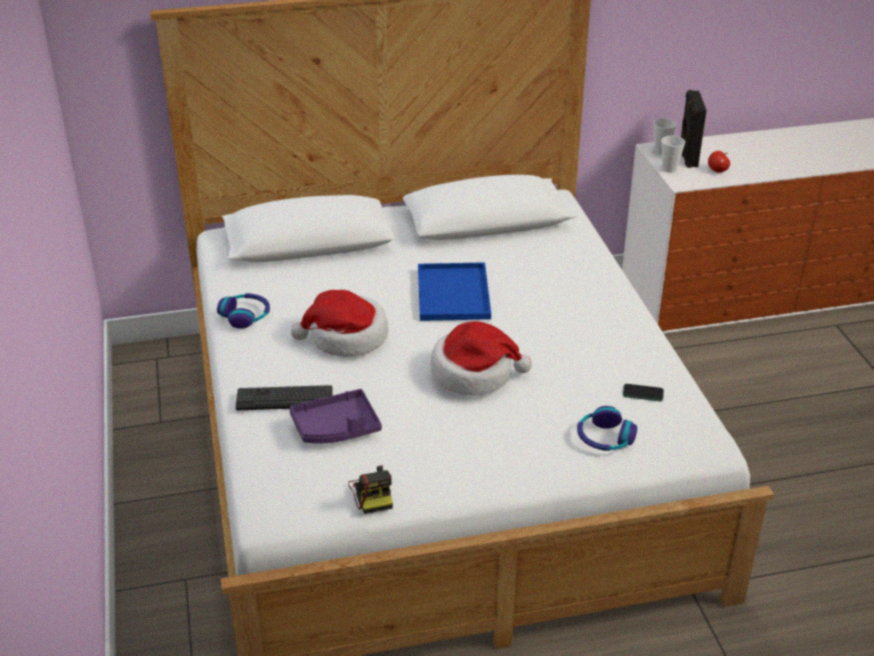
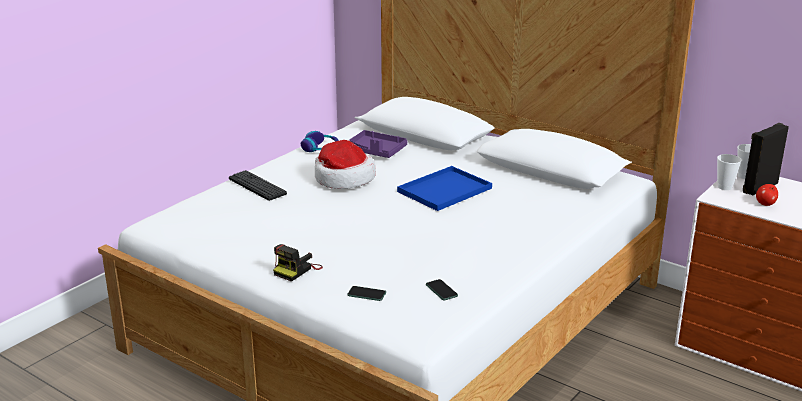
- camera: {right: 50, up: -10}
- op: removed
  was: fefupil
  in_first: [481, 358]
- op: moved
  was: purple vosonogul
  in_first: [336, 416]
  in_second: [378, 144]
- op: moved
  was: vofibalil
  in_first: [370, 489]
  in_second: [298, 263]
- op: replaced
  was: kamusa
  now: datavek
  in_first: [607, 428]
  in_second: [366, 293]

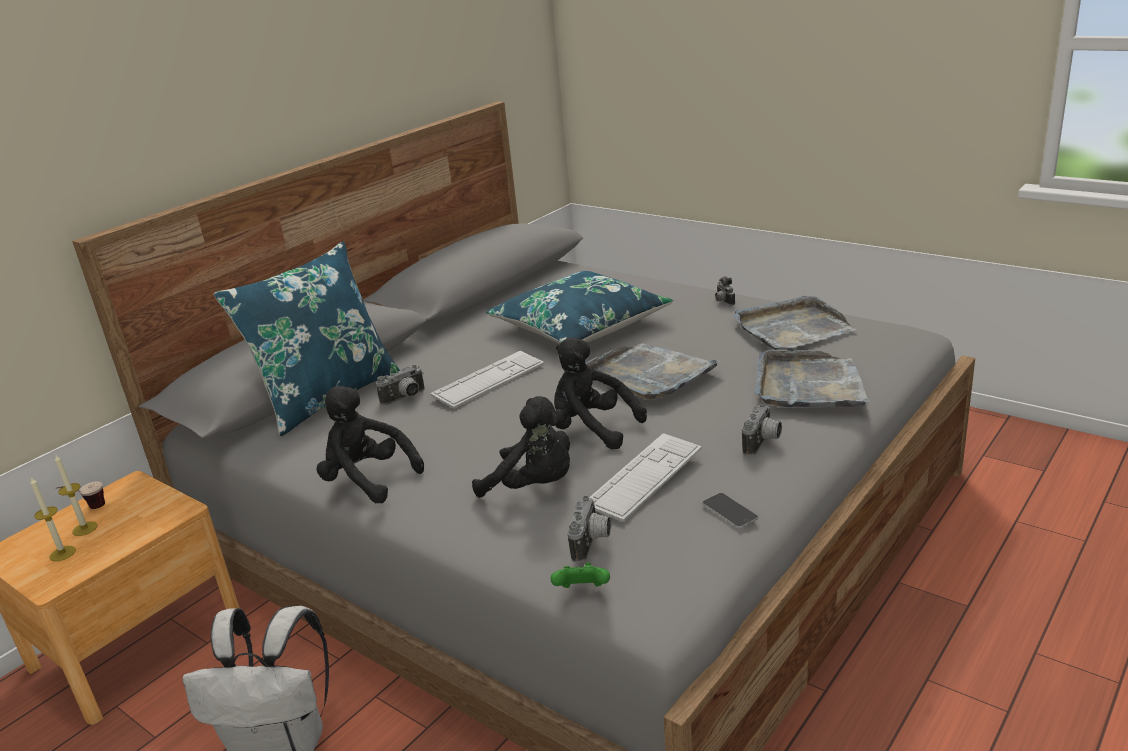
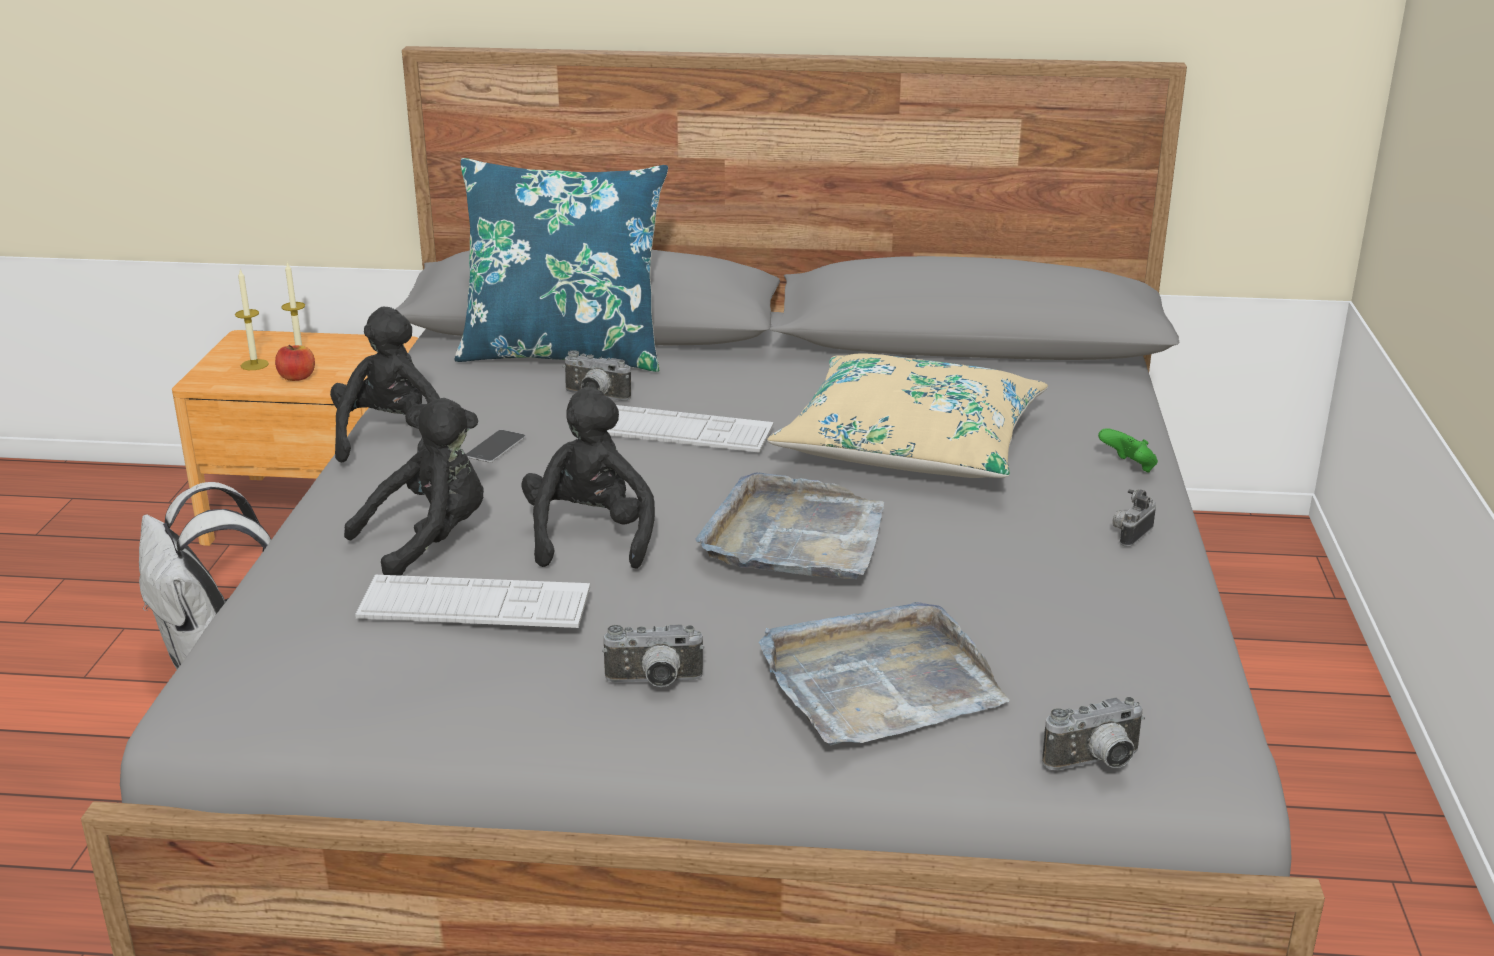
- camera: {right: 55, up: 0}
- op: removed
  was: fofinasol
  in_first: [80, 495]
- op: removed
  was: grey vosonogul
  in_first: [794, 323]
- op: added
  now: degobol
  in_second: [295, 363]
- op: moved
  was: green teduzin
  in_first: [580, 575]
  in_second: [1128, 450]
- op: moved
  was: vofibalil
  in_first: [589, 529]
  in_second: [1093, 733]
- op: moved
  was: datavek
  in_first: [730, 510]
  in_second: [496, 446]
- op: recoloured
  was: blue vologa
  now: beige vologa
  in_first: [580, 307]
  in_second: [907, 415]
- op: turned
  was: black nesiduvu
  in_first: [521, 447]
  in_second: [414, 487]
  clockwise: -120

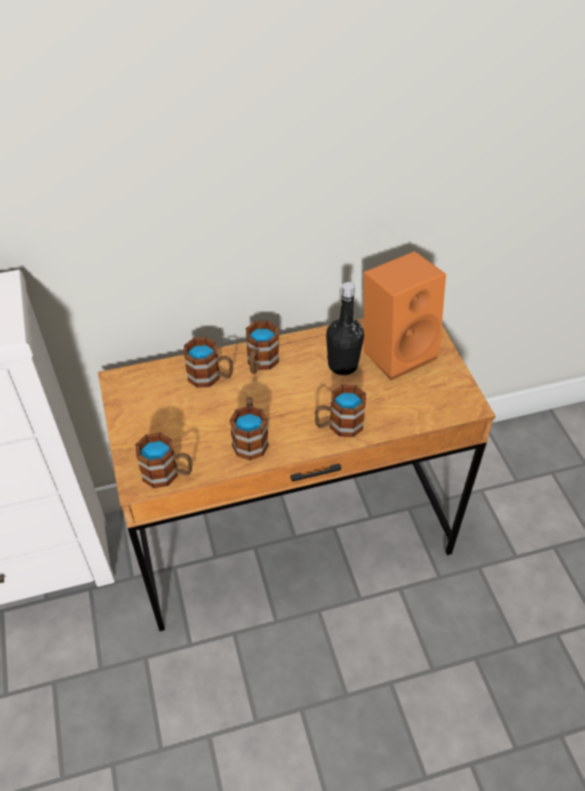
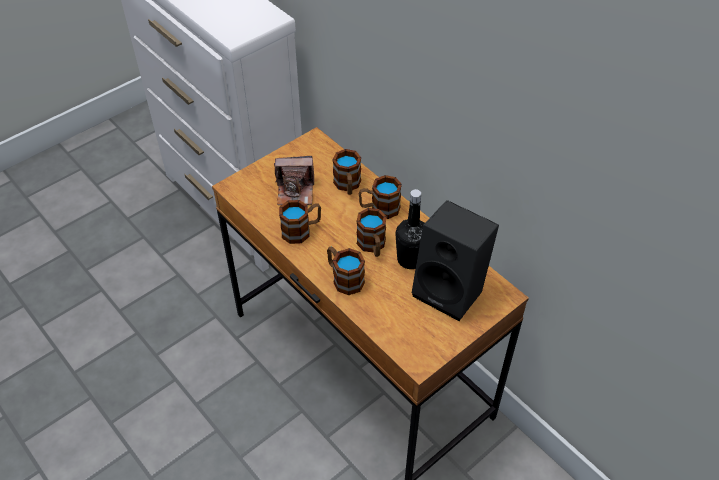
- camera: {right: 65, up: 0}
- op: added
  now: vofibalil
  in_second: [294, 180]
- op: moved
  was: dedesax
  in_first: [163, 460]
  in_second: [371, 232]
- op: recoloured
  was: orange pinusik
  now: black pinusik
  in_first: [405, 316]
  in_second: [455, 260]

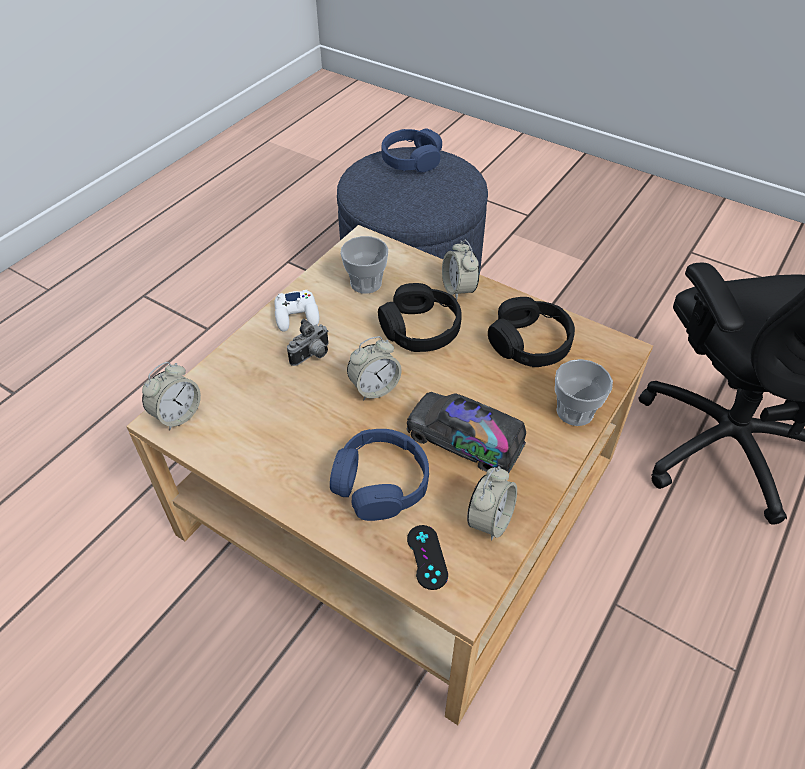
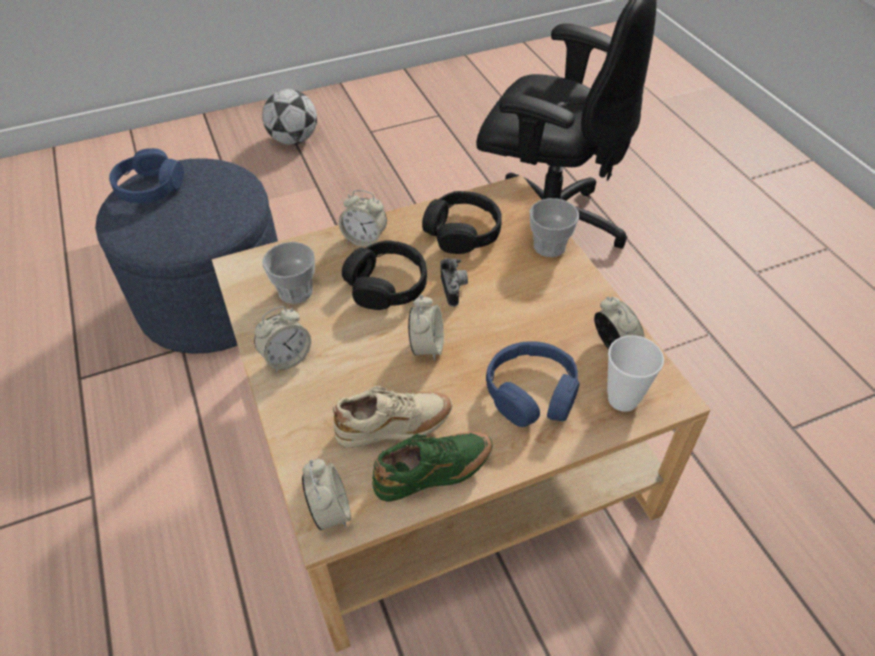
- camera: {right: -55, up: 0}
- op: removed
  was: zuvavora
  in_first: [466, 432]
- op: added
  now: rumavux
  in_second: [289, 117]
- op: added
  now: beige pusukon
  in_second: [392, 417]
- op: added
  now: green pusukon
  in_second: [432, 467]
- op: moved
  was: vofibalil
  in_first: [308, 342]
  in_second: [454, 282]
- op: replaced
  was: white teduzin
  now: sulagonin
  in_first: [296, 311]
  in_second: [282, 339]
- op: replaced
  was: black teduzin
  now: fofinasol
  in_first: [427, 557]
  in_second: [635, 373]

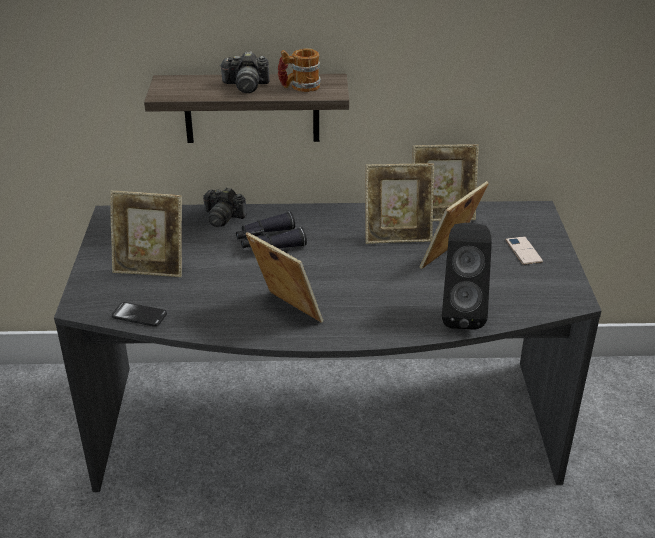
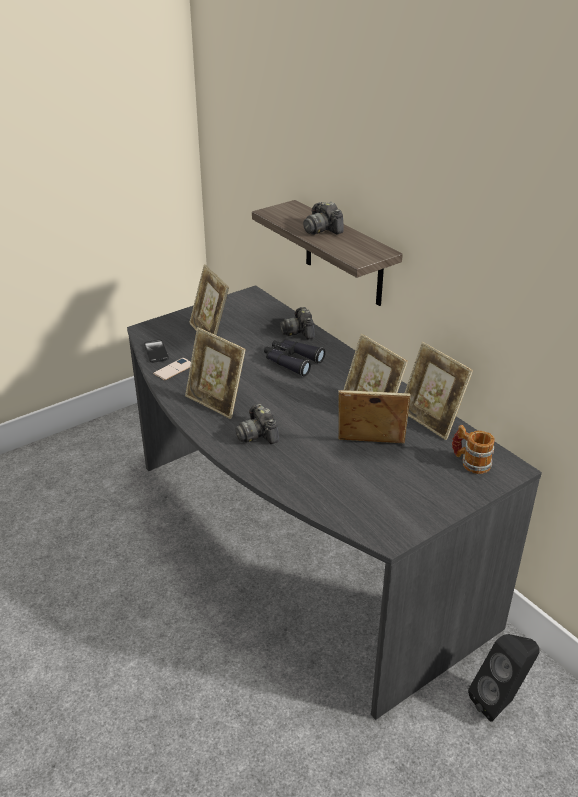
- camera: {right: 55, up: 0}
- op: added
  now: vofibalil
  in_second: [257, 423]
- op: moved
  was: dedesax
  in_first: [299, 70]
  in_second: [473, 449]
- op: moved
  was: black pinusik
  in_first: [467, 276]
  in_second: [504, 678]
- op: moved
  was: datavek
  in_first: [524, 250]
  in_second: [172, 369]
- op: turned
  was: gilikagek
  in_first: [284, 277]
  in_second: [215, 373]
  clockwise: 120

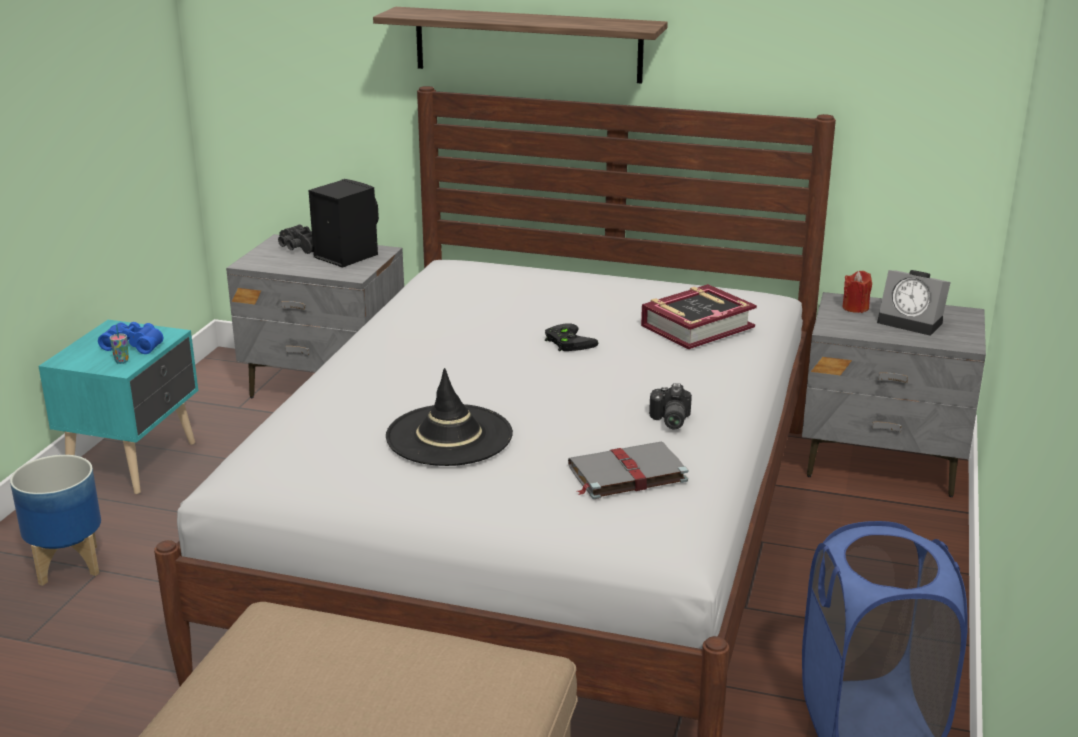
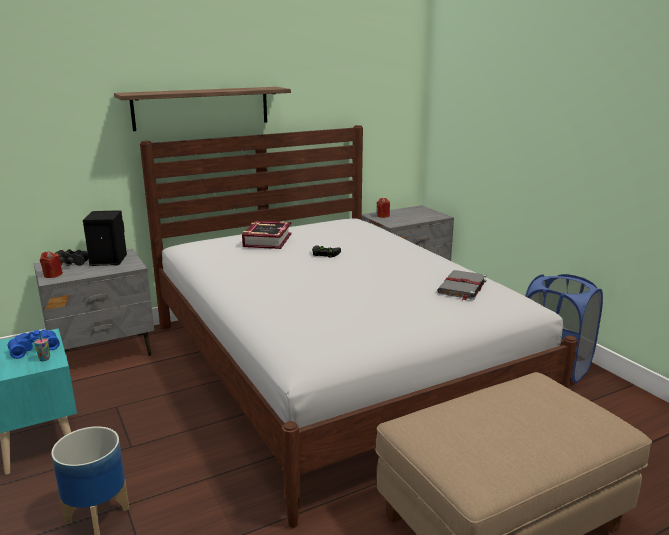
- camera: {right: -45, up: -5}
- op: removed
  was: black fefupil
  in_first: [449, 417]
- op: removed
  was: vofibalil
  in_first: [670, 406]
- op: removed
  was: sulagonin
  in_first: [914, 303]
- op: added
  now: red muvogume
  in_second: [51, 264]
- op: moved
  was: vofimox
  in_first: [699, 316]
  in_second: [266, 235]

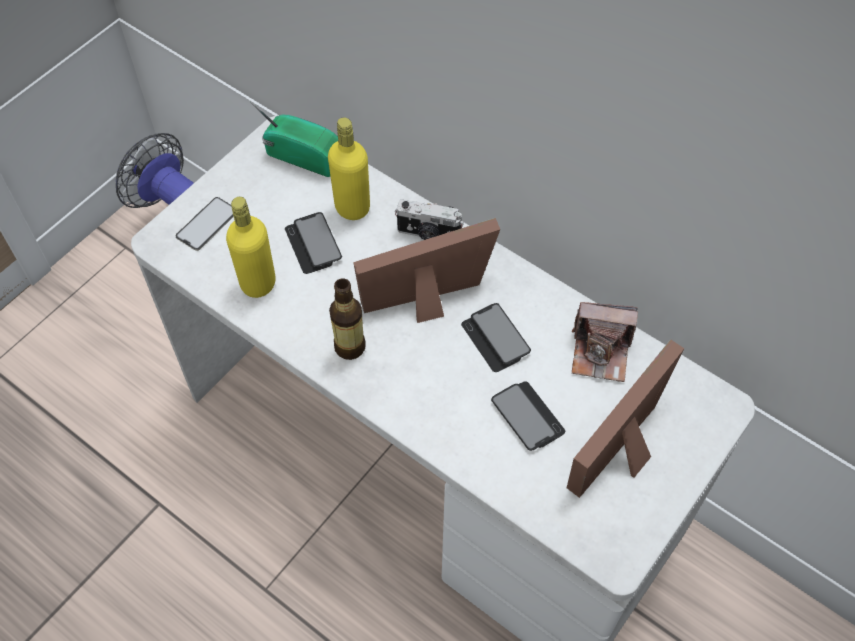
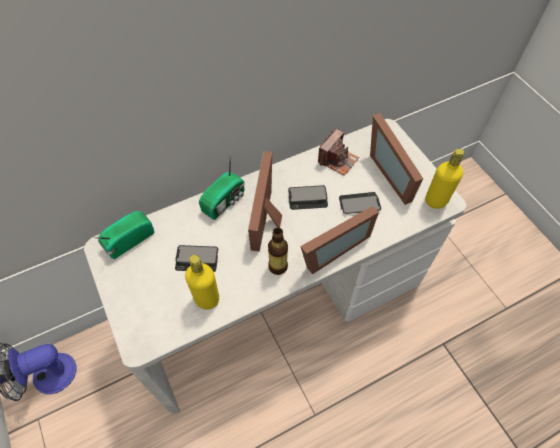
- camera: {right: -65, up: 0}
- op: removed
  was: datavek
  in_first: [204, 224]
- op: added
  now: gilikagek
  in_second: [339, 240]
- op: moved
  was: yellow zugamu
  in_first: [349, 169]
  in_second: [444, 178]
- op: replaced
  was: vofibalil
  now: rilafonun
  in_first: [429, 220]
  in_second: [222, 185]

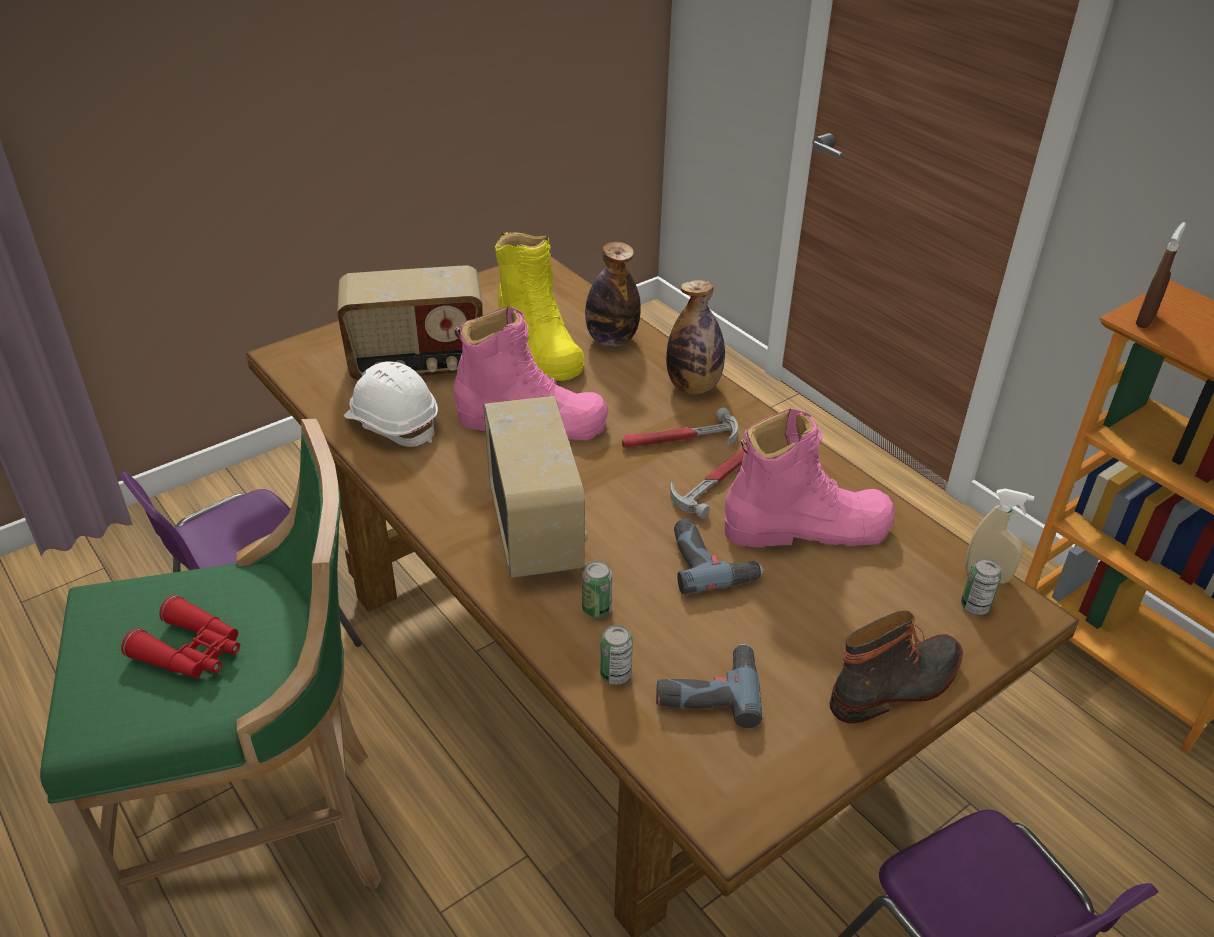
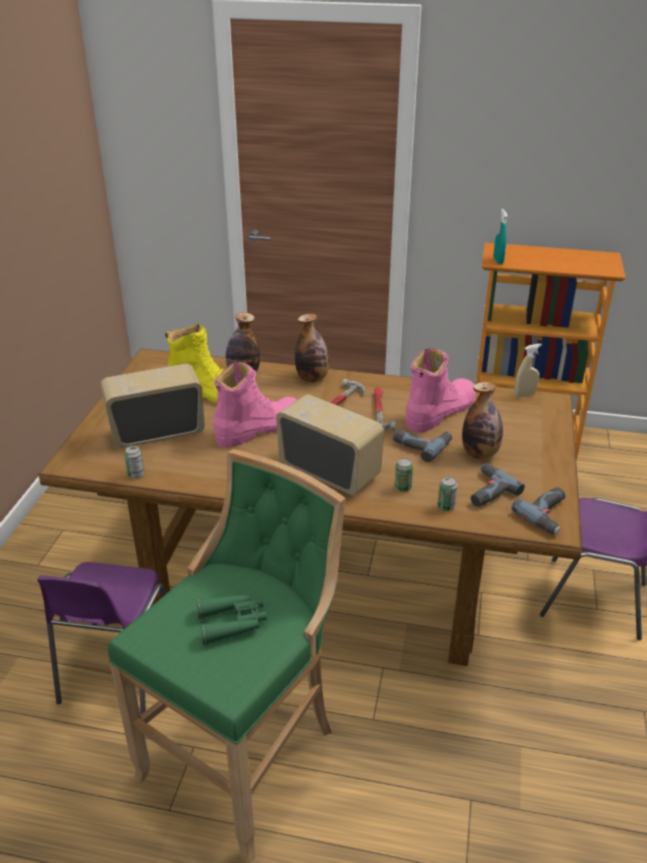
- camera: {right: -40, up: -5}
- op: removed
  was: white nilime
  in_first: [391, 404]
- op: removed
  was: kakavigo
  in_first: [896, 667]
- op: added
  now: zugamu
  in_second: [482, 420]
- op: added
  now: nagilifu
  in_second: [538, 510]
- op: moved
  was: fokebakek
  in_first: [981, 586]
  in_second: [134, 462]
- op: recoloured
  was: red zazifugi
  now: green zazifugi
  in_first: [180, 636]
  in_second: [231, 619]
- op: recoloured
  was: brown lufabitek
  now: turquoise lufabitek
  in_first: [1161, 275]
  in_second: [501, 236]
- op: turned
  was: rilafonun
  in_first: [410, 322]
  in_second: [152, 405]
  clockwise: -150

